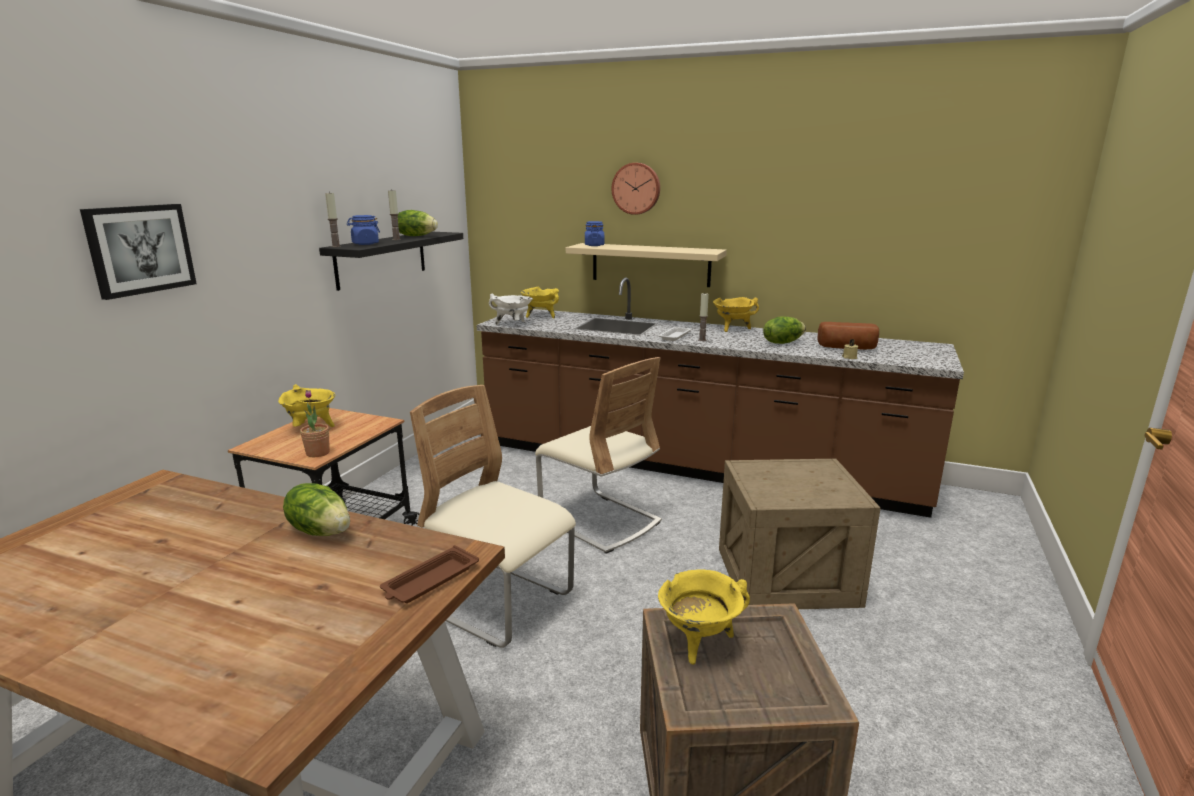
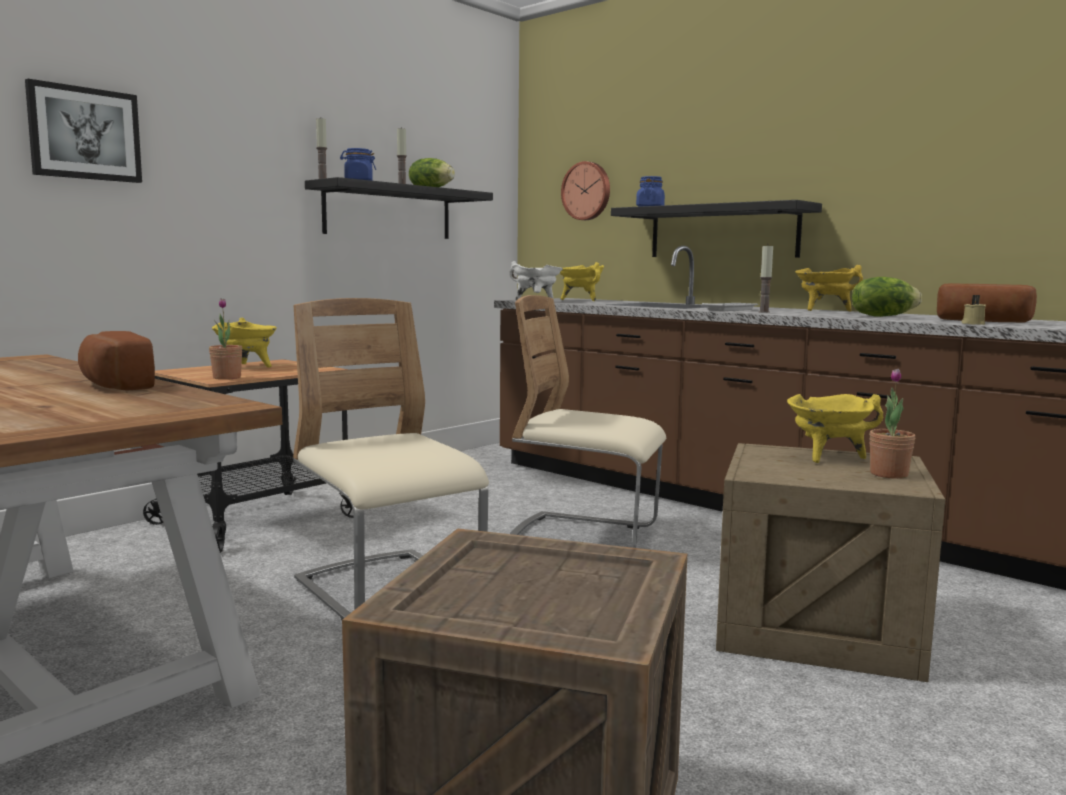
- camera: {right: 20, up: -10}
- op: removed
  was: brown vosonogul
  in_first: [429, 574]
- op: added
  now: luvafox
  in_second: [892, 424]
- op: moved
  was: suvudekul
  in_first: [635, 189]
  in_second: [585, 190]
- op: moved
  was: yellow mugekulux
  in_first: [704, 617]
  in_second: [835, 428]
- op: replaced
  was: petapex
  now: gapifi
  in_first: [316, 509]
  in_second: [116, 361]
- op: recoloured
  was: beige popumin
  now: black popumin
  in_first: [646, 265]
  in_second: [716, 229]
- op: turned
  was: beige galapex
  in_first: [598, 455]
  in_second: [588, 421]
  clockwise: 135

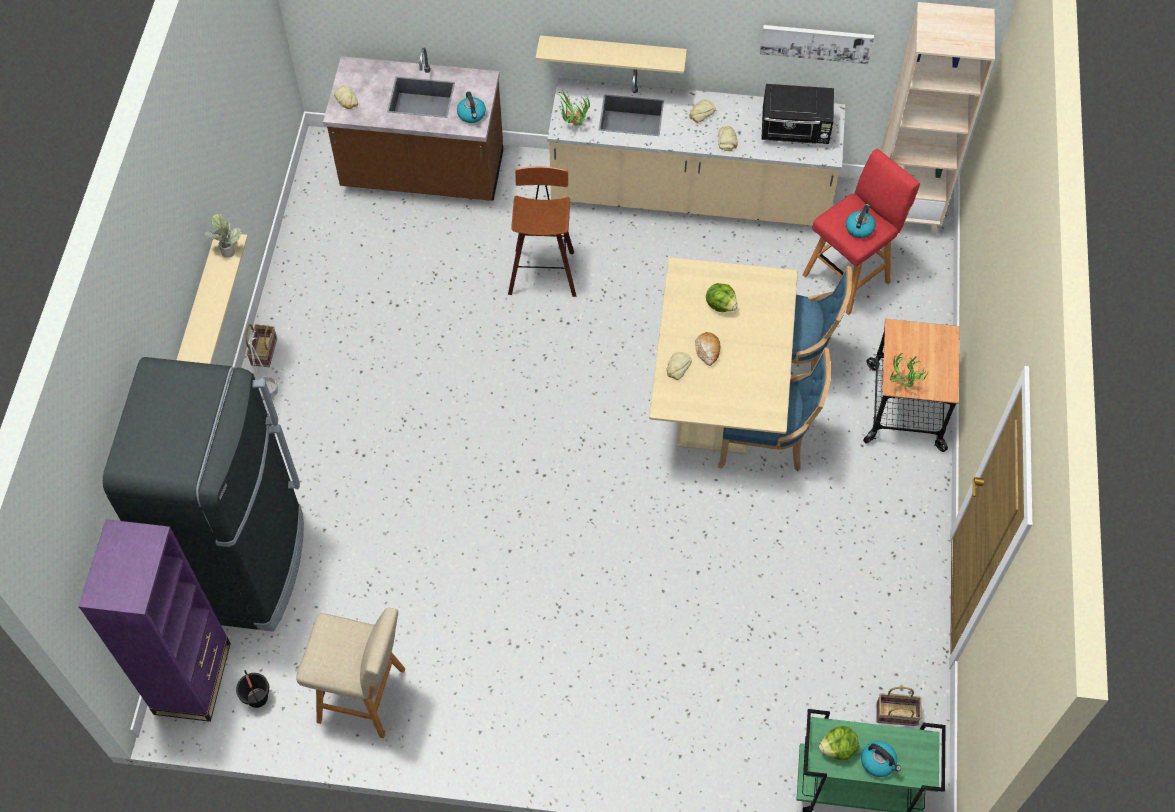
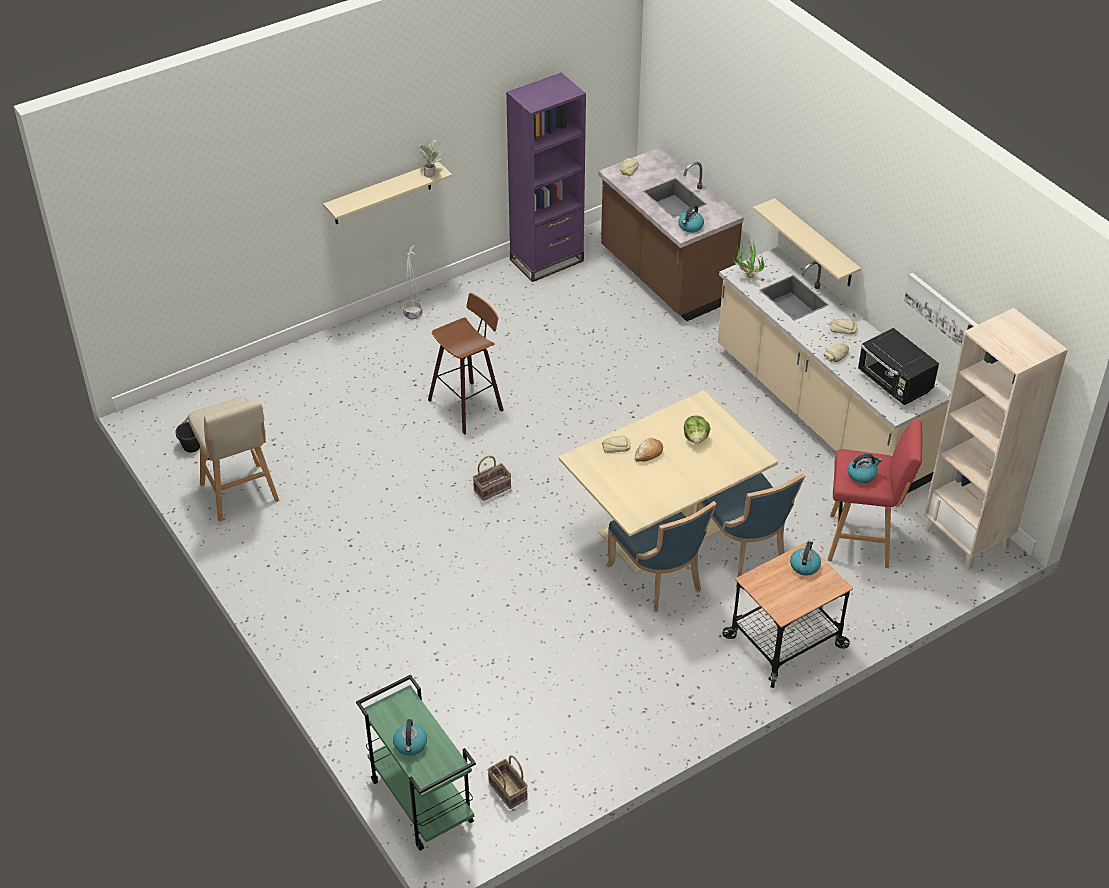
- camera: {right: 50, up: -15}
- op: removed
  was: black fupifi
  in_first: [203, 494]
- op: removed
  was: petapex
  in_first: [839, 743]
- op: removed
  was: luvafox
  in_first: [909, 370]
- op: added
  now: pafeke
  in_second: [805, 558]
- op: moved
  was: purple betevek
  in_first: [154, 620]
  in_second: [546, 177]
- op: moved
  was: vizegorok
  in_first: [261, 345]
  in_second: [492, 478]
- op: moved
  was: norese
  in_first: [542, 231]
  in_second: [466, 364]

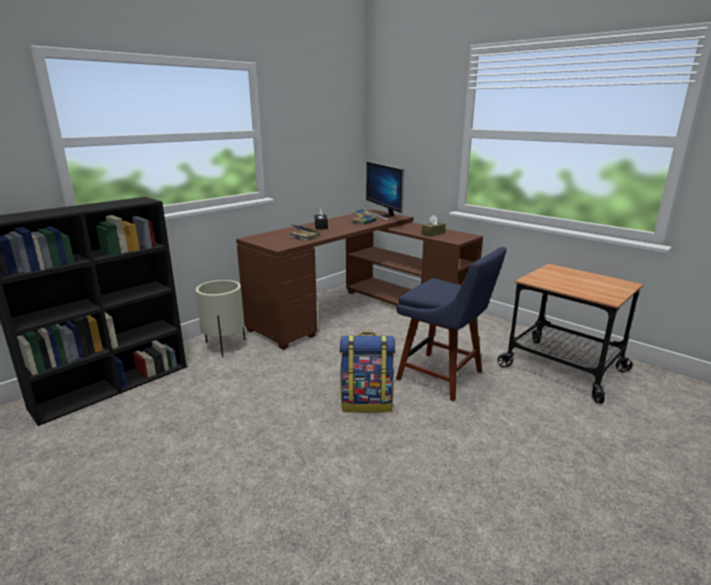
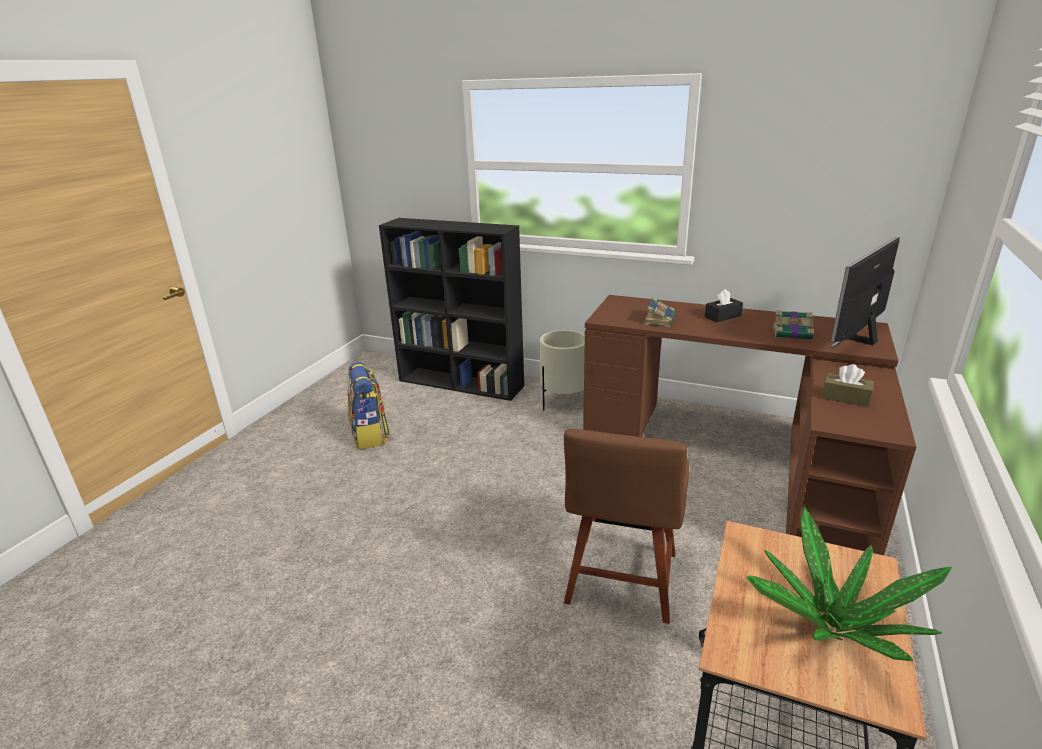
- camera: {right: 70, up: 5}
- op: added
  now: luvafox
  in_second: [849, 584]
- op: moved
  was: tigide
  in_first: [367, 372]
  in_second: [368, 406]
- op: recoloured
  was: blue galapex
  now: brown galapex
  in_first: [451, 324]
  in_second: [626, 526]

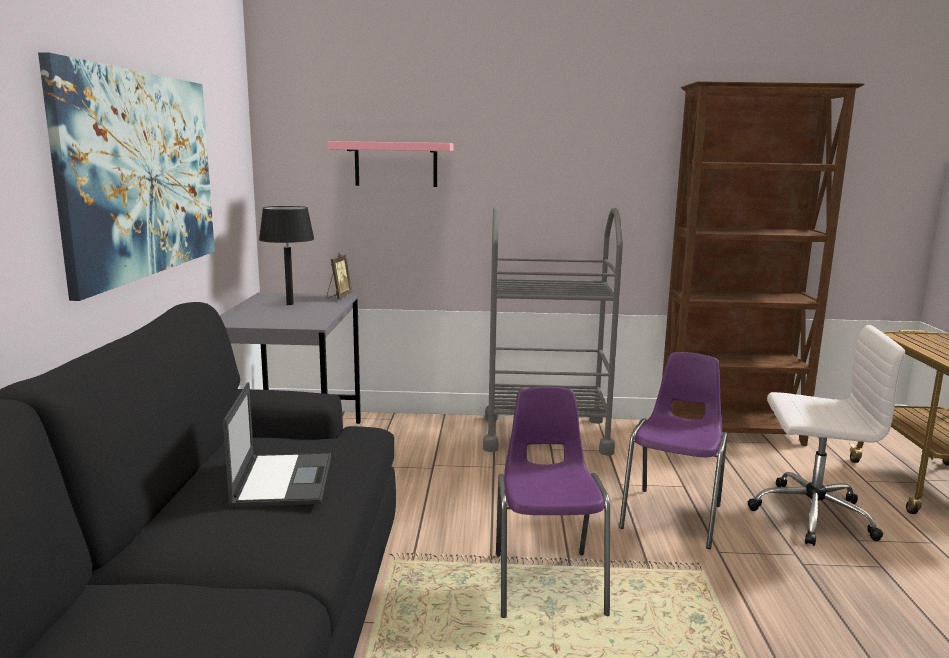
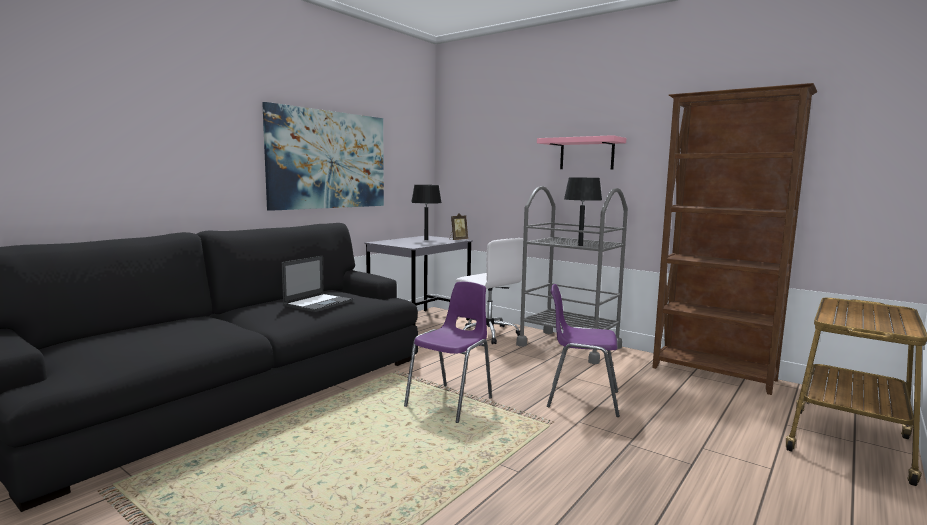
- camera: {right: 35, up: -5}
- op: added
  now: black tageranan
  in_second: [583, 211]
- op: moved
  was: pink popumin
  in_first: [390, 164]
  in_second: [581, 152]
- op: moved
  was: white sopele
  in_first: [826, 435]
  in_second: [489, 291]
- op: turned
  was: purple galapex
  in_first: [673, 450]
  in_second: [583, 350]
  clockwise: -135

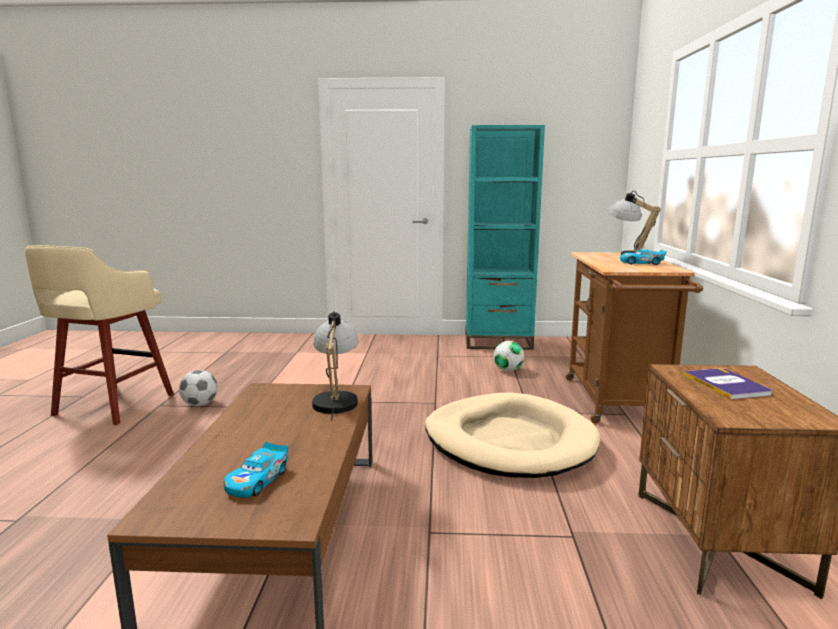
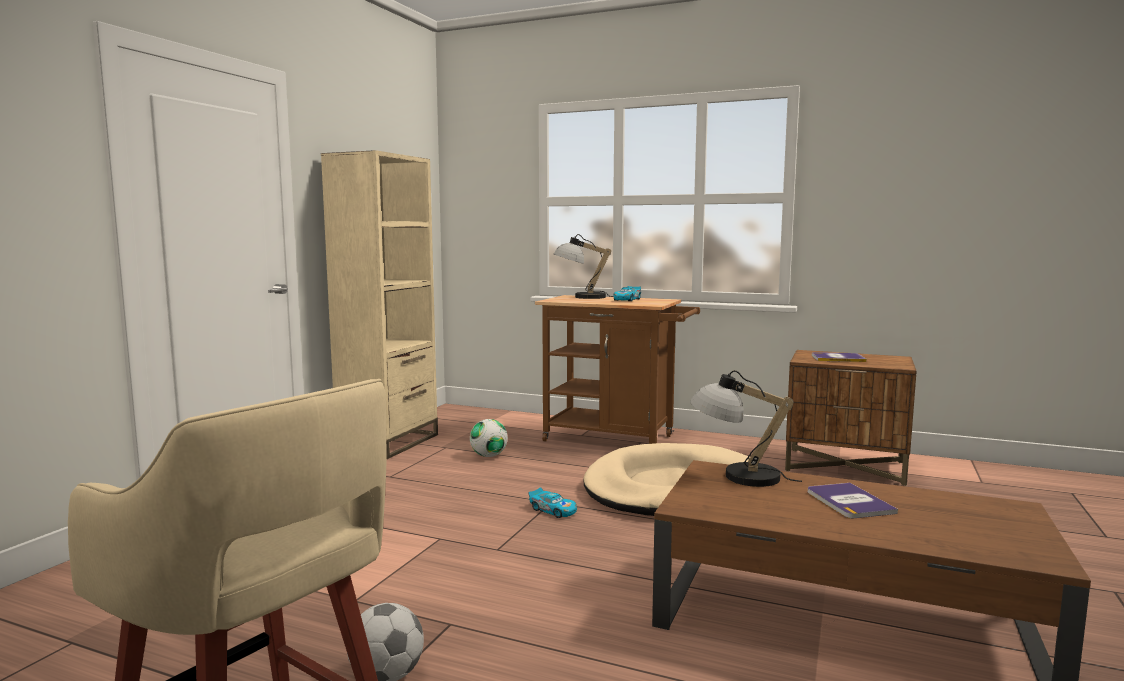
- camera: {right: -70, up: -5}
- op: added
  now: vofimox
  in_second: [853, 500]
- op: moved
  was: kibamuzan
  in_first: [256, 470]
  in_second: [553, 502]
- op: recoloured
  was: turquoise betevek
  now: beige betevek
  in_first: [505, 237]
  in_second: [379, 304]

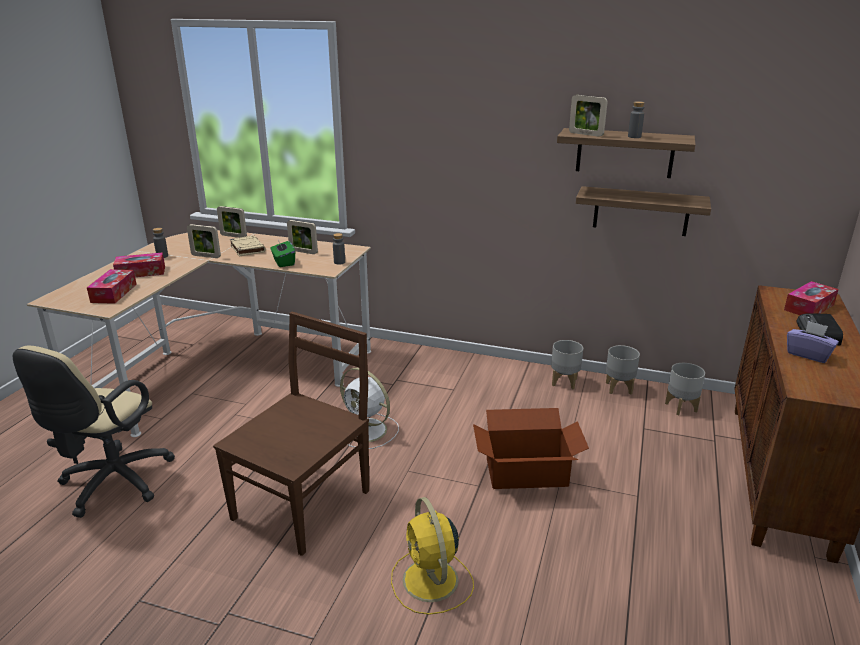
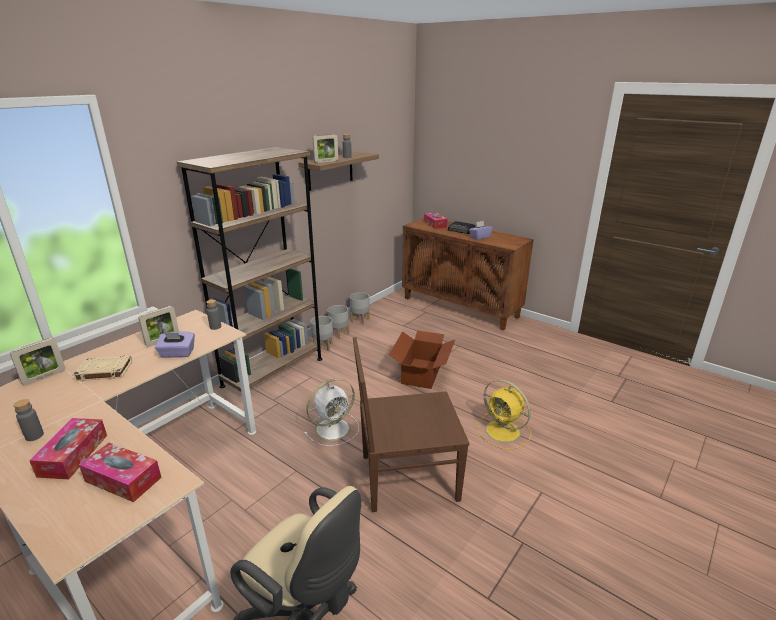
- camera: {right: -70, up: 0}
- op: removed
  was: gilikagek
  in_first: [204, 241]
- op: removed
  was: popumin
  in_first: [643, 211]
- op: added
  now: brown betevek
  in_second: [249, 269]
- op: moved
  was: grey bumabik
  in_first: [685, 389]
  in_second: [322, 333]
- op: recoloured
  was: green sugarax
  now: purple sugarax
  in_first: [282, 253]
  in_second: [175, 344]
- op: turned
  was: brown galapex
  in_first: [291, 434]
  in_second: [411, 424]
  clockwise: -60
- op: turned
  was: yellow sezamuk
  in_first: [432, 556]
  in_second: [504, 414]
  clockwise: 45

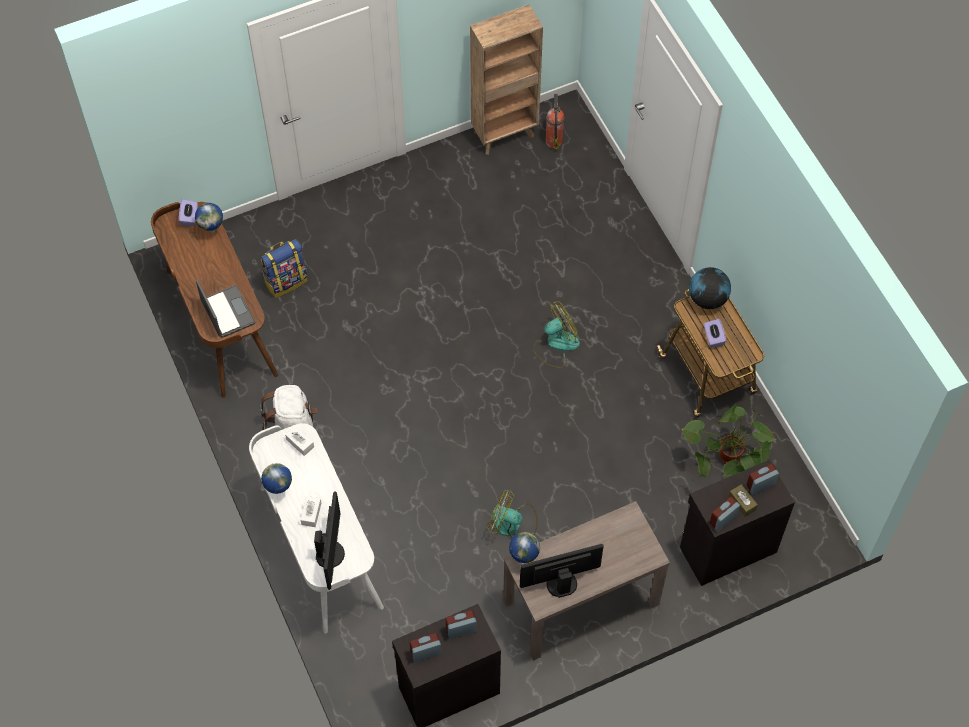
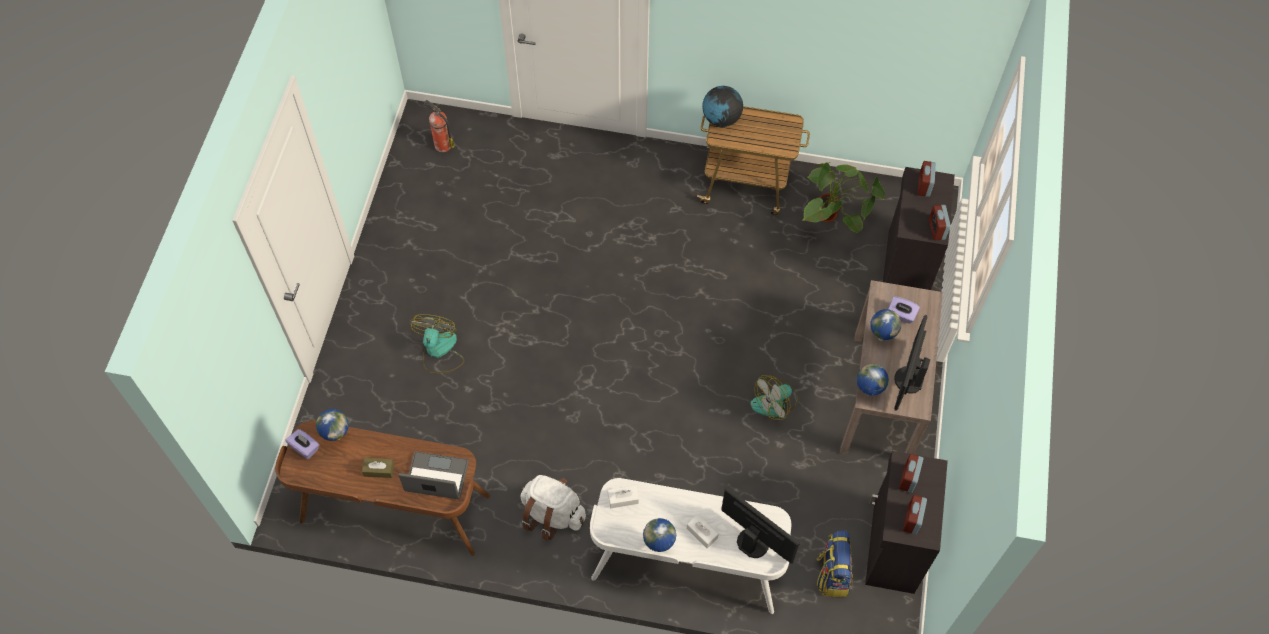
- camera: {right: -55, up: 0}
- op: removed
  was: brown betevek
  in_first: [506, 80]
- op: added
  now: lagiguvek
  in_second: [886, 325]
- op: moved
  was: tigide
  in_first: [284, 268]
  in_second: [834, 563]
- op: moved
  was: sezamuk
  in_first: [556, 334]
  in_second: [436, 343]
- op: moved
  was: purple sugarax
  in_first: [715, 333]
  in_second: [904, 310]
- op: moved
  was: brown sugarax
  in_first: [743, 500]
  in_second: [378, 468]

